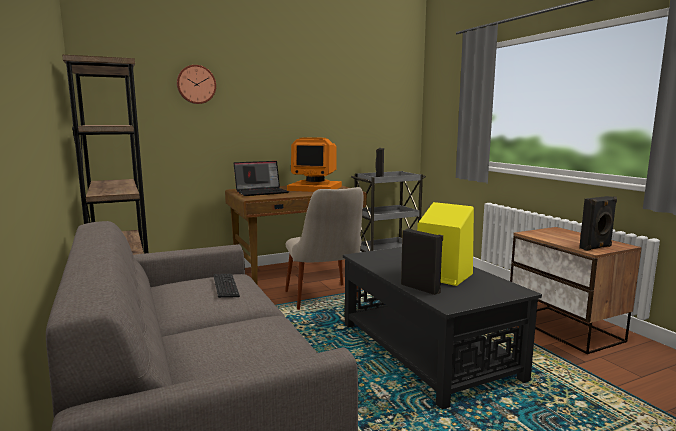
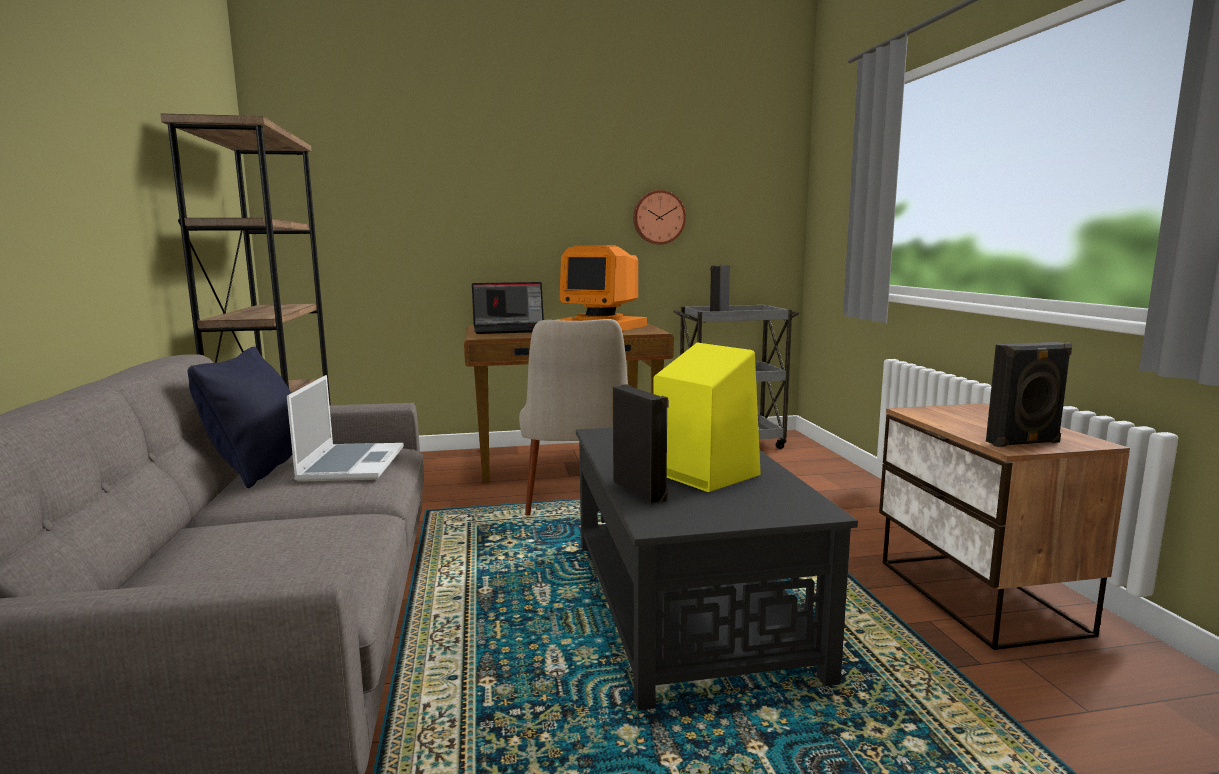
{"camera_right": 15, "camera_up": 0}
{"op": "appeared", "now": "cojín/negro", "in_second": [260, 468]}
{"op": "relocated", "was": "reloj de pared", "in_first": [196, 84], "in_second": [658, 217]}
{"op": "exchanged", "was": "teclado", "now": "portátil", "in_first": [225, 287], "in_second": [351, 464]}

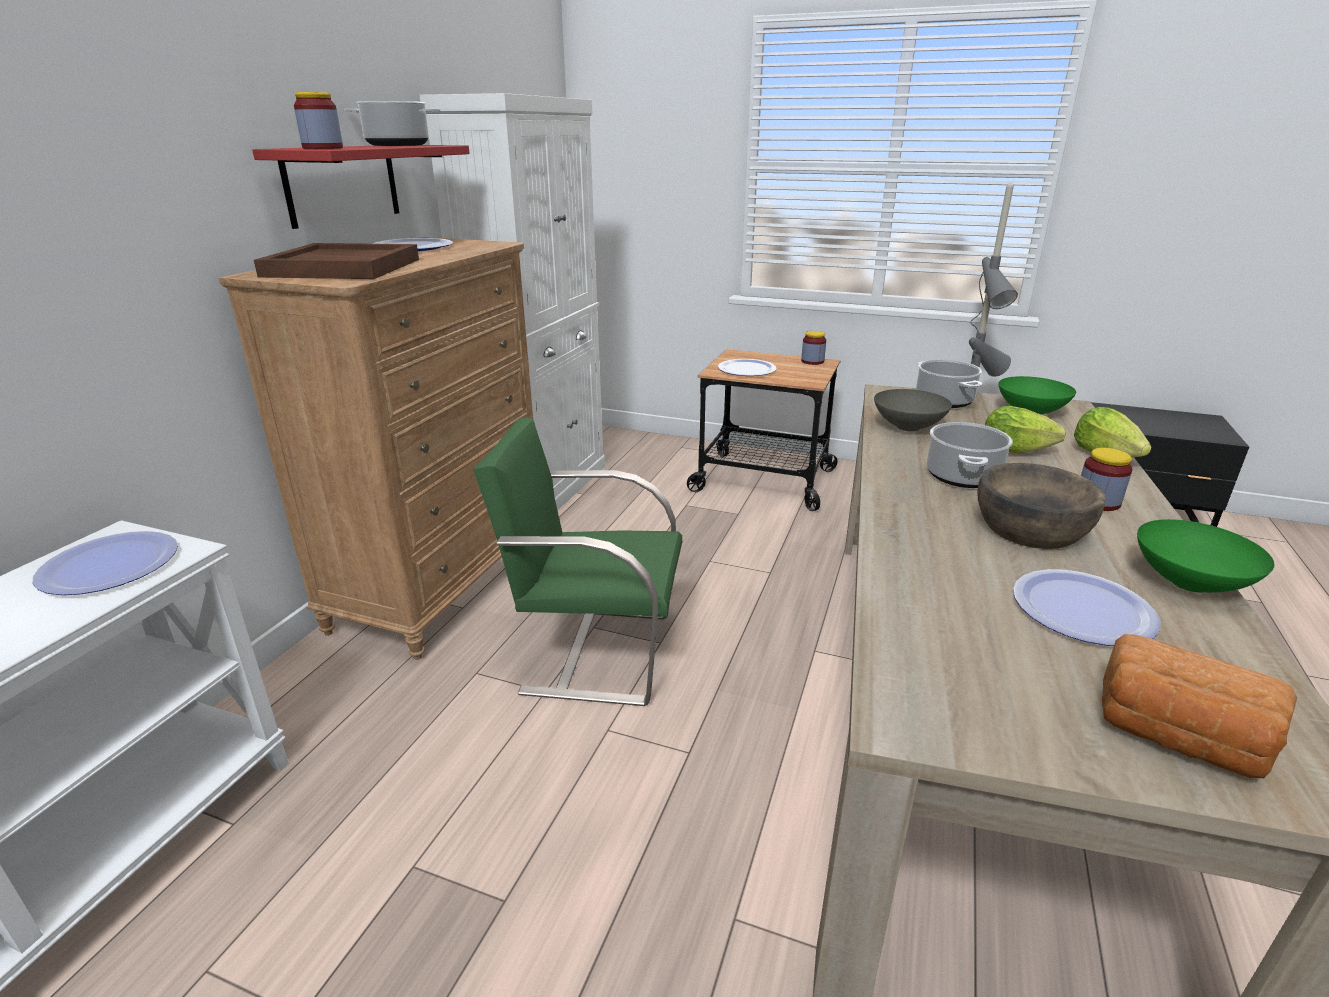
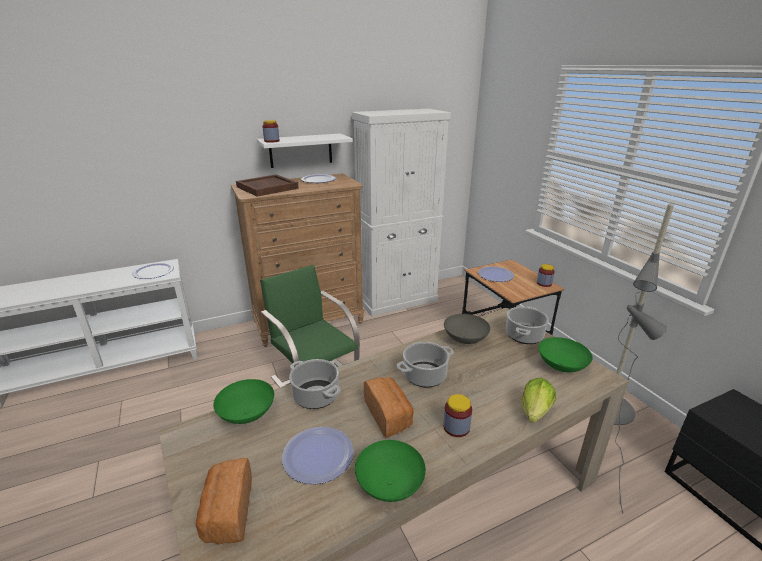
{"camera_right": 45, "camera_up": 0}
{"op": "missing", "was": "lechuga", "in_first": [1014, 450]}
{"op": "appeared", "now": "cuenco/verde", "in_second": [247, 415]}
{"op": "relocated", "was": "olla", "in_first": [398, 145], "in_second": [316, 396]}
{"op": "exchanged", "was": "cuenco/marrón", "now": "pan", "in_first": [1031, 529], "in_second": [389, 415]}
{"op": "colour", "was": "estante/rojo", "now": "estante/blanco", "in_first": [342, 184], "in_second": [301, 150]}

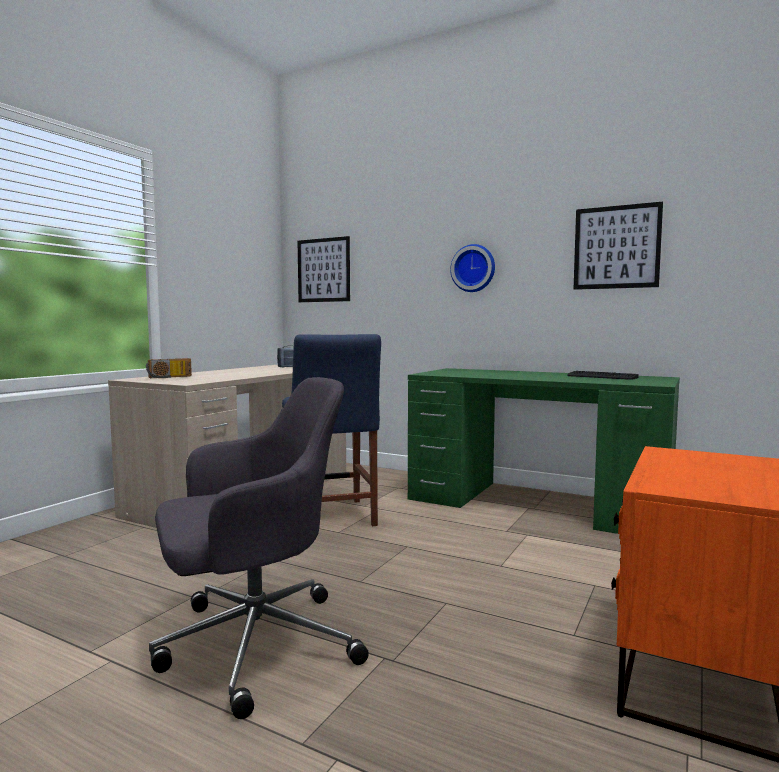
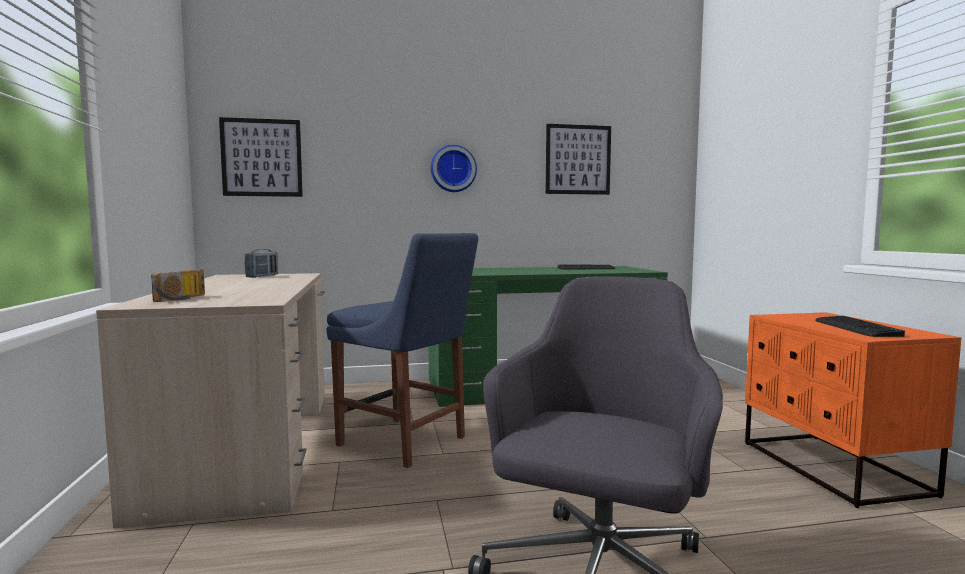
{"camera_right": -40, "camera_up": 0}
{"op": "appeared", "now": "teclado", "in_second": [855, 328]}

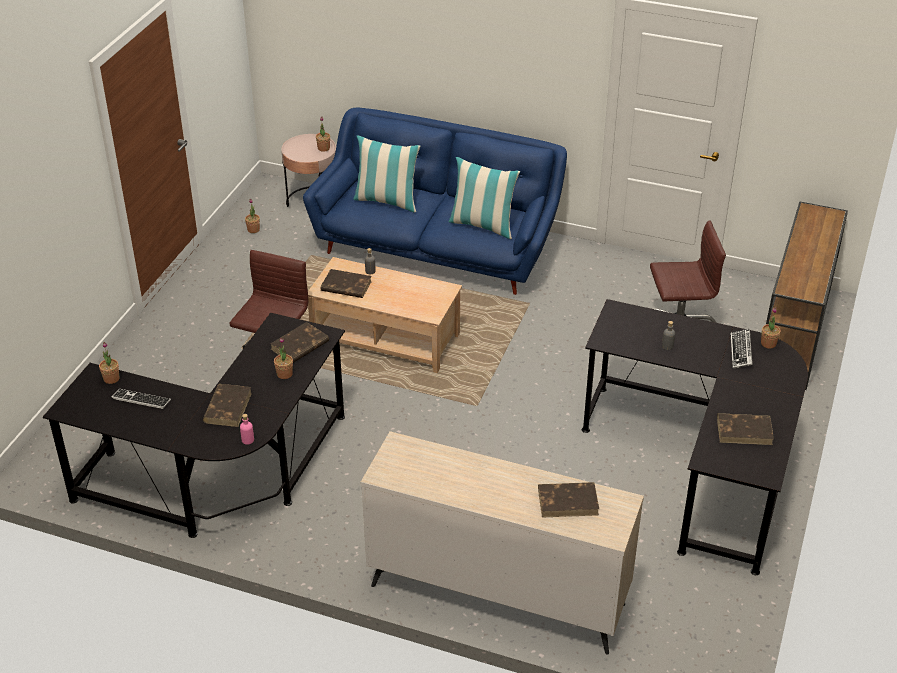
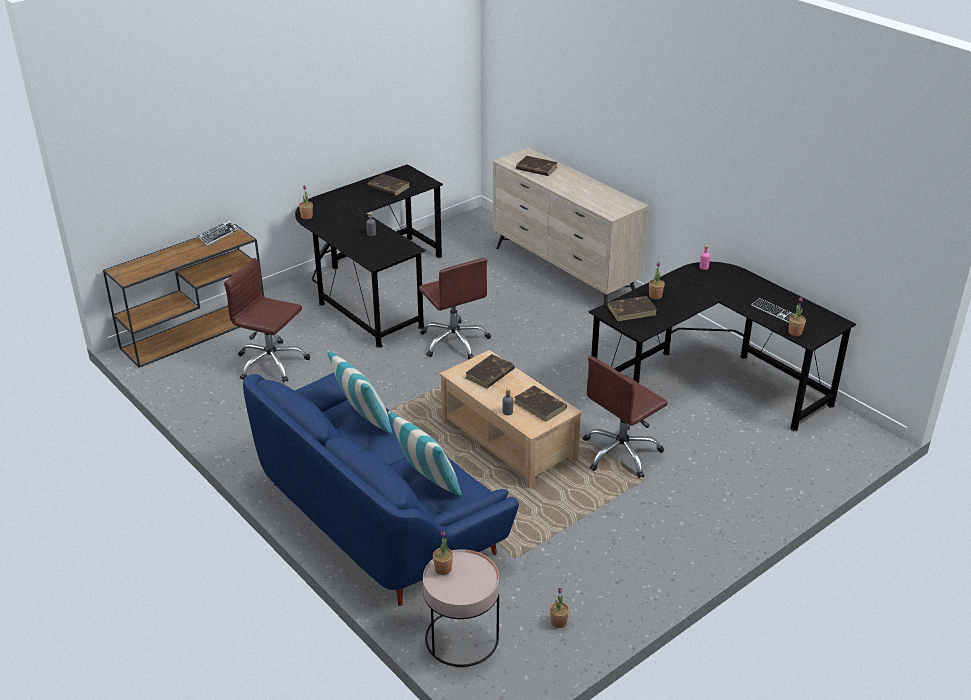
{"camera_right": -150, "camera_up": -5}
{"op": "appeared", "now": "silla de oficina/marrón", "in_second": [454, 341]}
{"op": "relocated", "was": "libro/marrón", "in_first": [228, 407], "in_second": [489, 374]}
{"op": "relocated", "was": "teclado", "in_first": [741, 351], "in_second": [218, 235]}

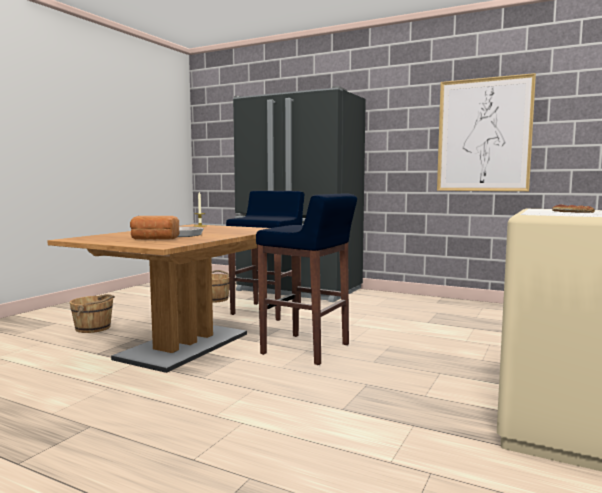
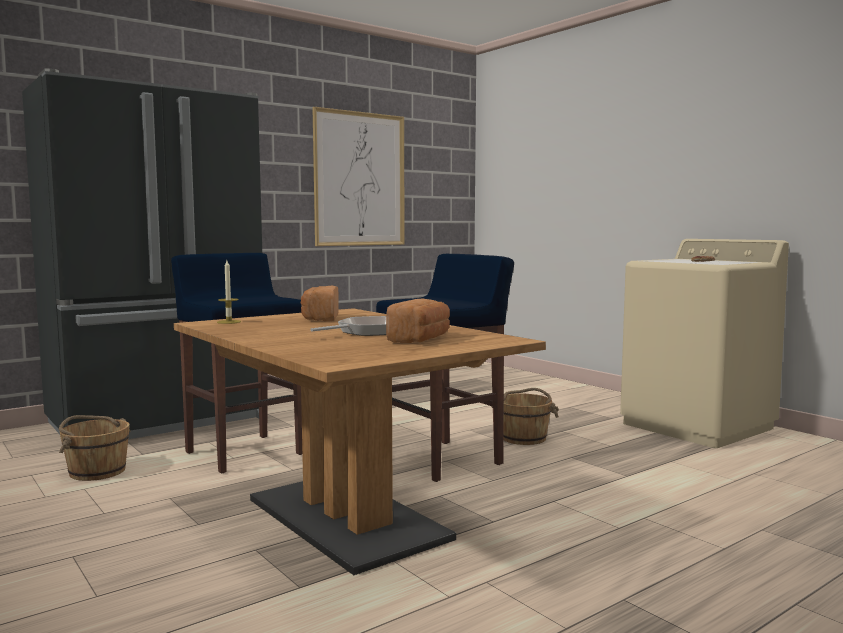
{"camera_right": -65, "camera_up": 0}
{"op": "appeared", "now": "pan", "in_second": [320, 318]}
{"op": "relocated", "was": "cubo/marrón", "in_first": [94, 328], "in_second": [524, 438]}

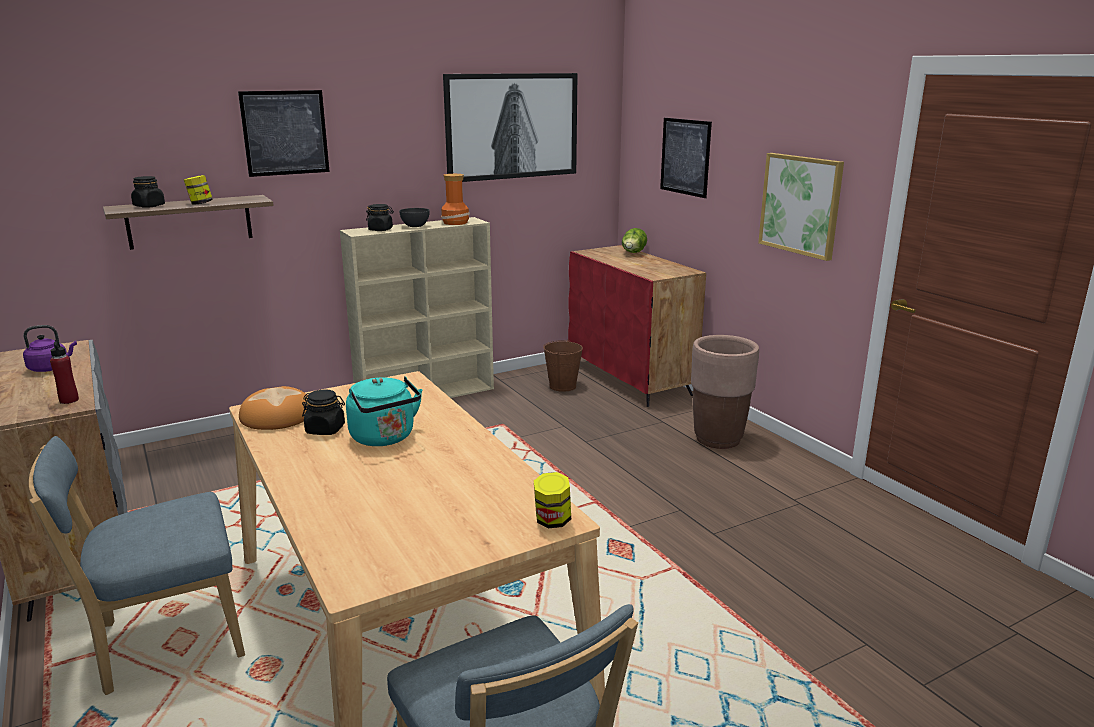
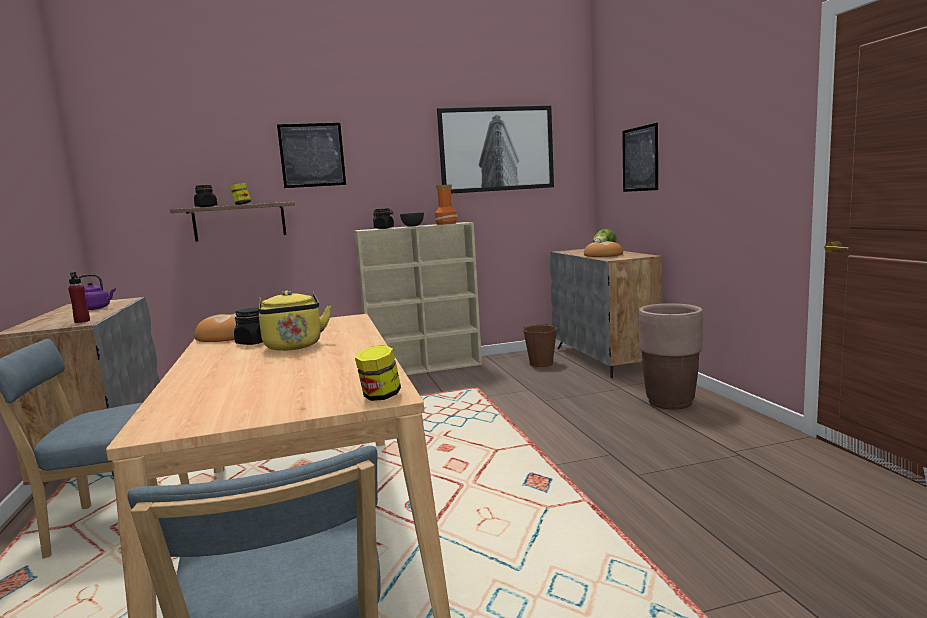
{"camera_right": 15, "camera_up": -10}
{"op": "missing", "was": "cuadro", "in_first": [800, 205]}
{"op": "appeared", "now": "pan", "in_second": [603, 255]}
{"op": "colour", "was": "hervidor/turquesa", "now": "hervidor/amarillo", "in_first": [385, 438], "in_second": [294, 347]}
{"op": "colour", "was": "armario/rojo", "now": "armario/gris", "in_first": [630, 378], "in_second": [604, 359]}

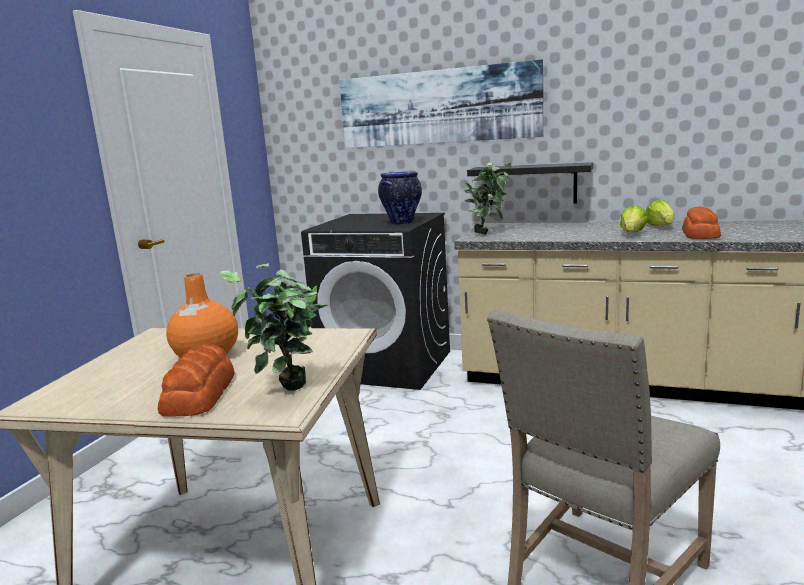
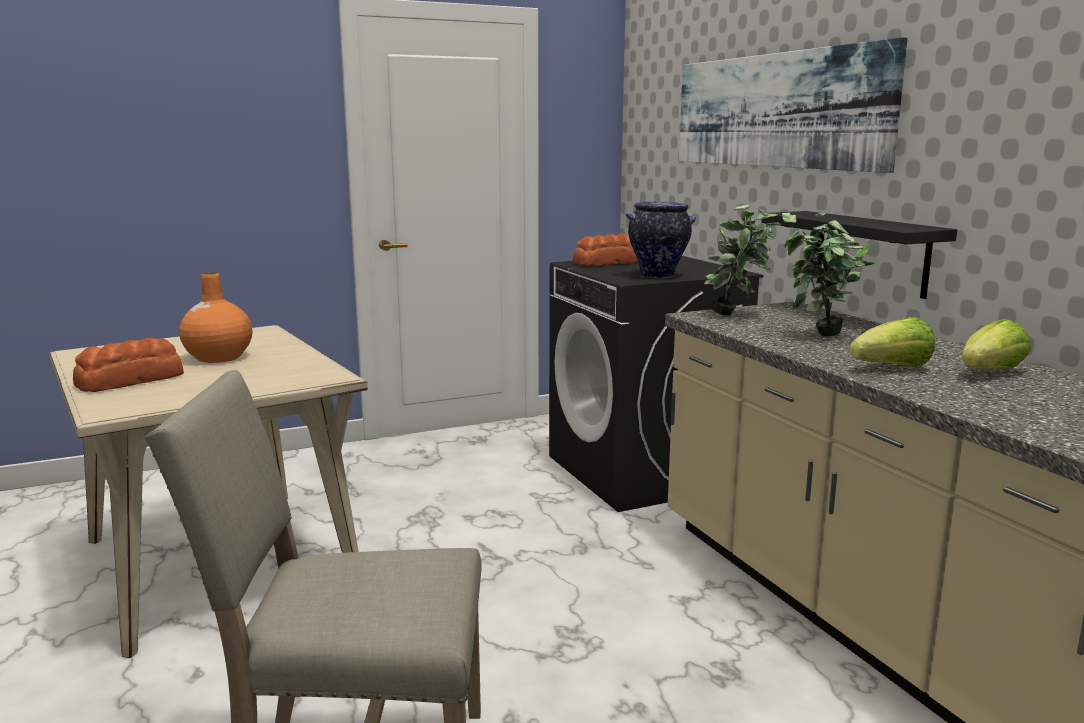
{"camera_right": 45, "camera_up": 0}
{"op": "relocated", "was": "planta en maceta", "in_first": [288, 394], "in_second": [818, 336]}
{"op": "relocated", "was": "pan", "in_first": [700, 233], "in_second": [608, 263]}

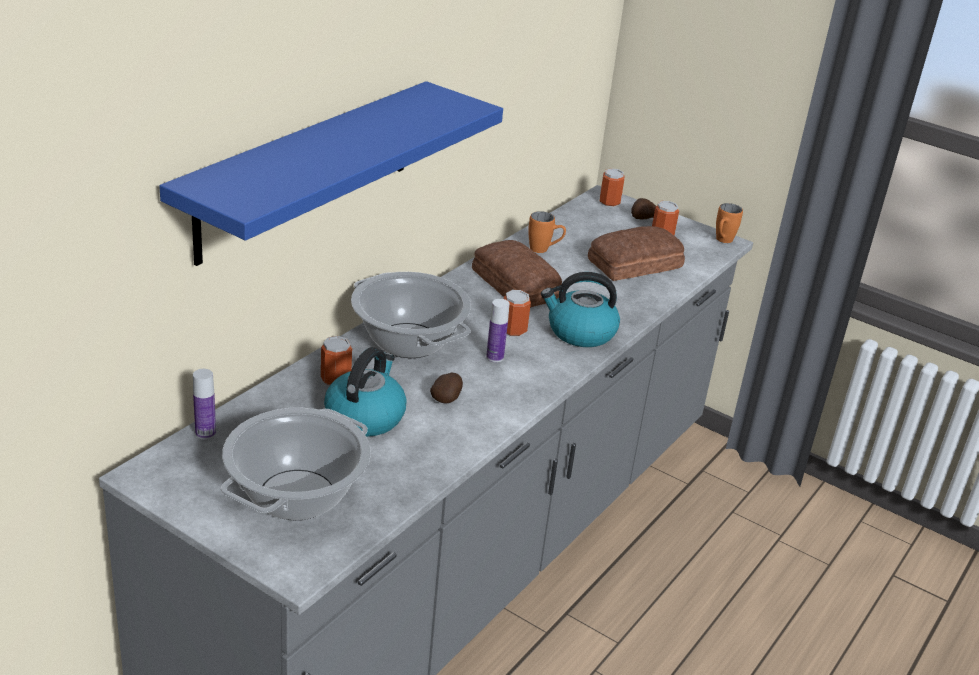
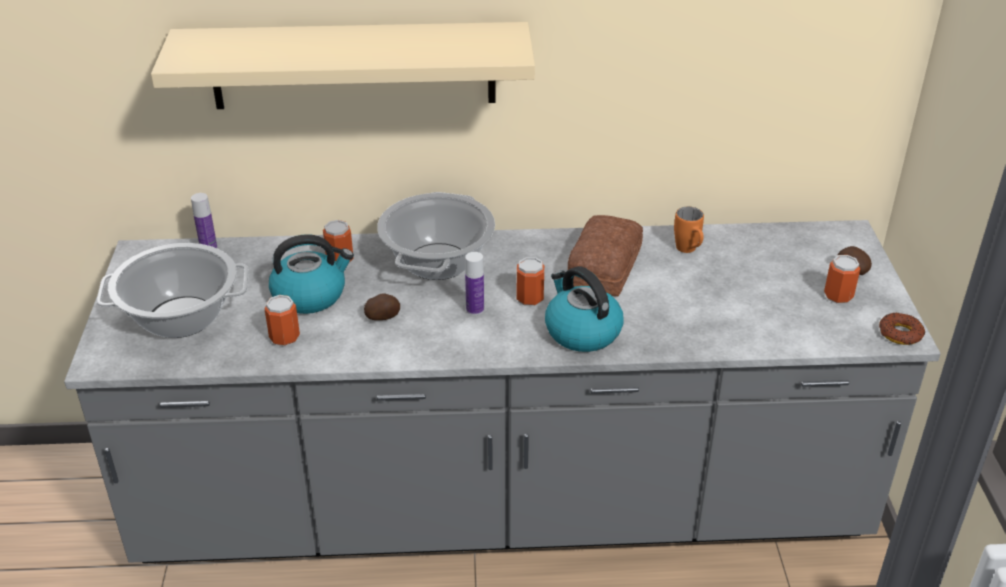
{"camera_right": 55, "camera_up": 5}
{"op": "missing", "was": "pan", "in_first": [637, 264]}
{"op": "relocated", "was": "lata", "in_first": [609, 202], "in_second": [284, 338]}
{"op": "exchanged", "was": "taza grande/naranja", "now": "rosquilla", "in_first": [722, 241], "in_second": [900, 334]}
{"op": "colour", "was": "estante/azul", "now": "estante/beis", "in_first": [307, 170], "in_second": [353, 65]}

